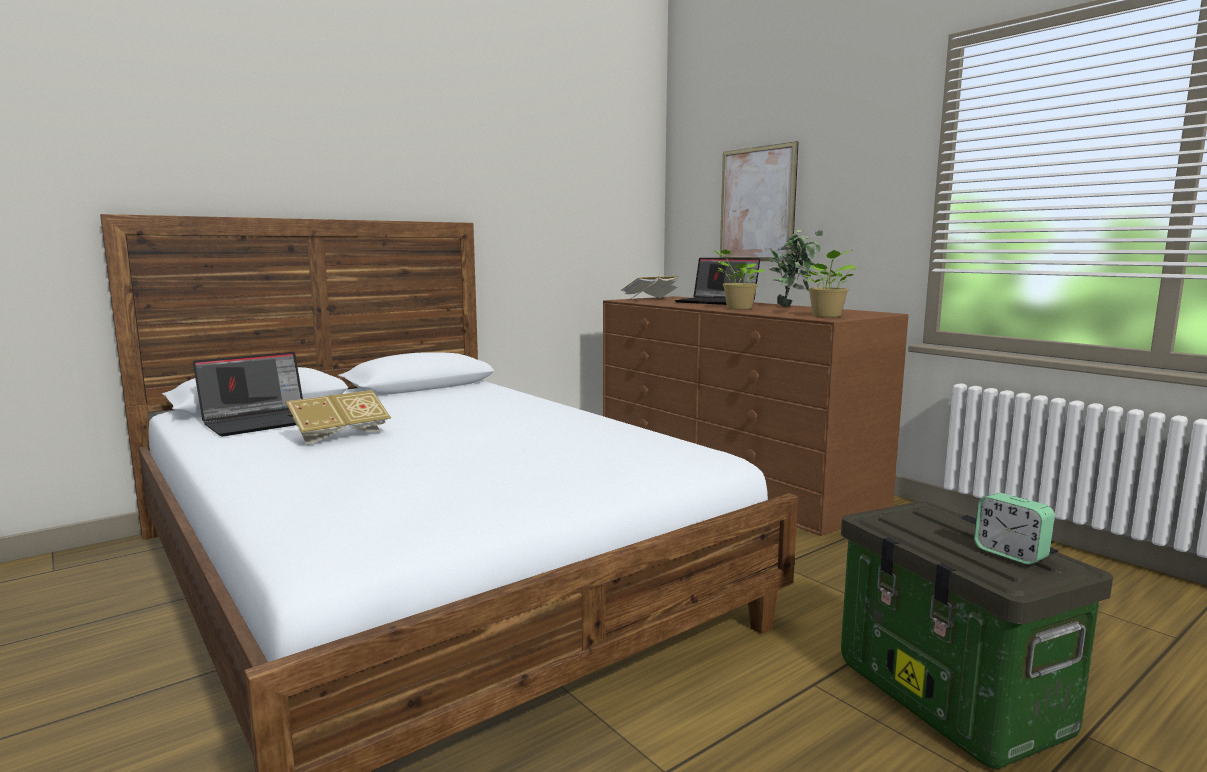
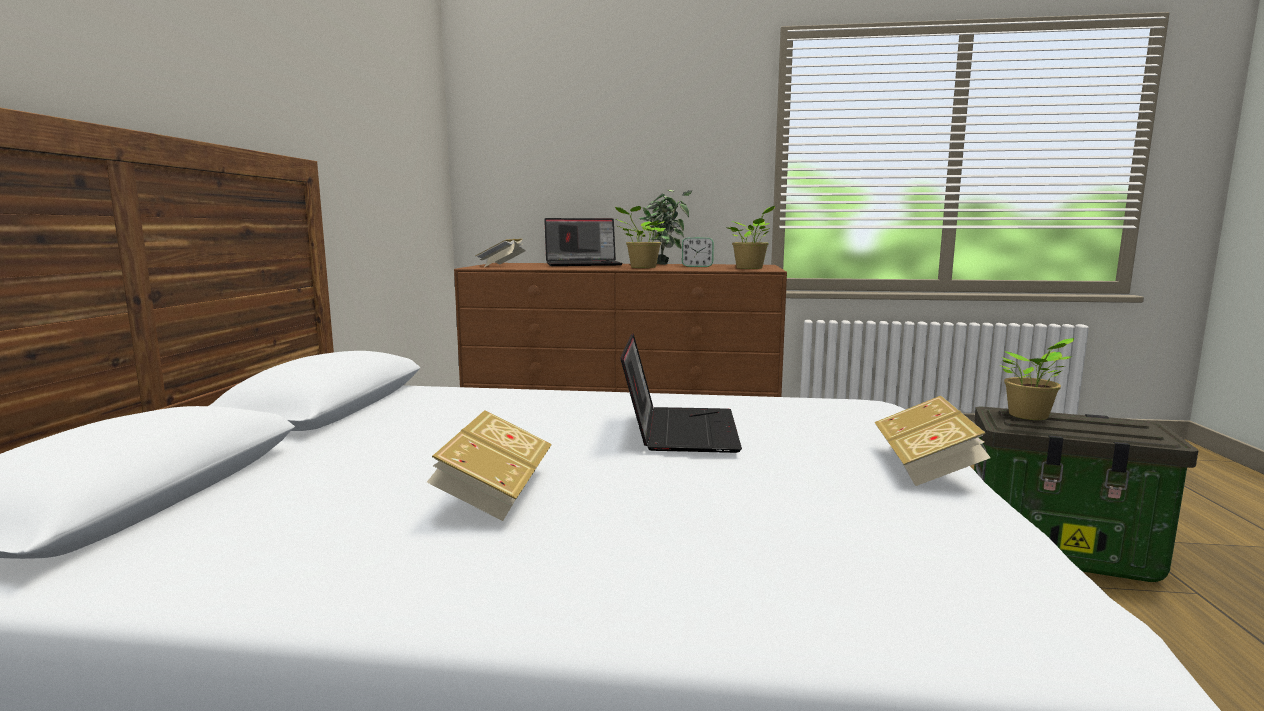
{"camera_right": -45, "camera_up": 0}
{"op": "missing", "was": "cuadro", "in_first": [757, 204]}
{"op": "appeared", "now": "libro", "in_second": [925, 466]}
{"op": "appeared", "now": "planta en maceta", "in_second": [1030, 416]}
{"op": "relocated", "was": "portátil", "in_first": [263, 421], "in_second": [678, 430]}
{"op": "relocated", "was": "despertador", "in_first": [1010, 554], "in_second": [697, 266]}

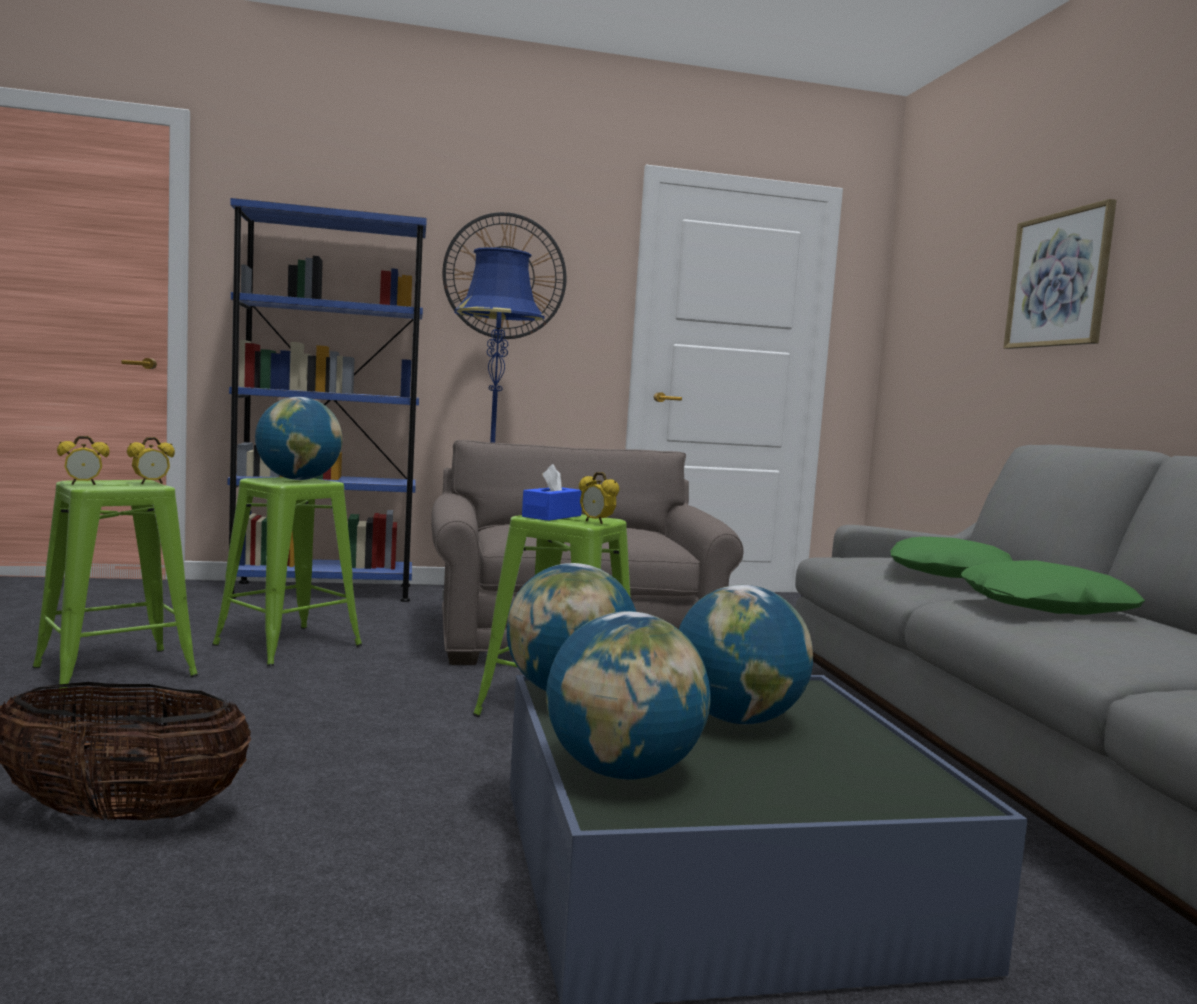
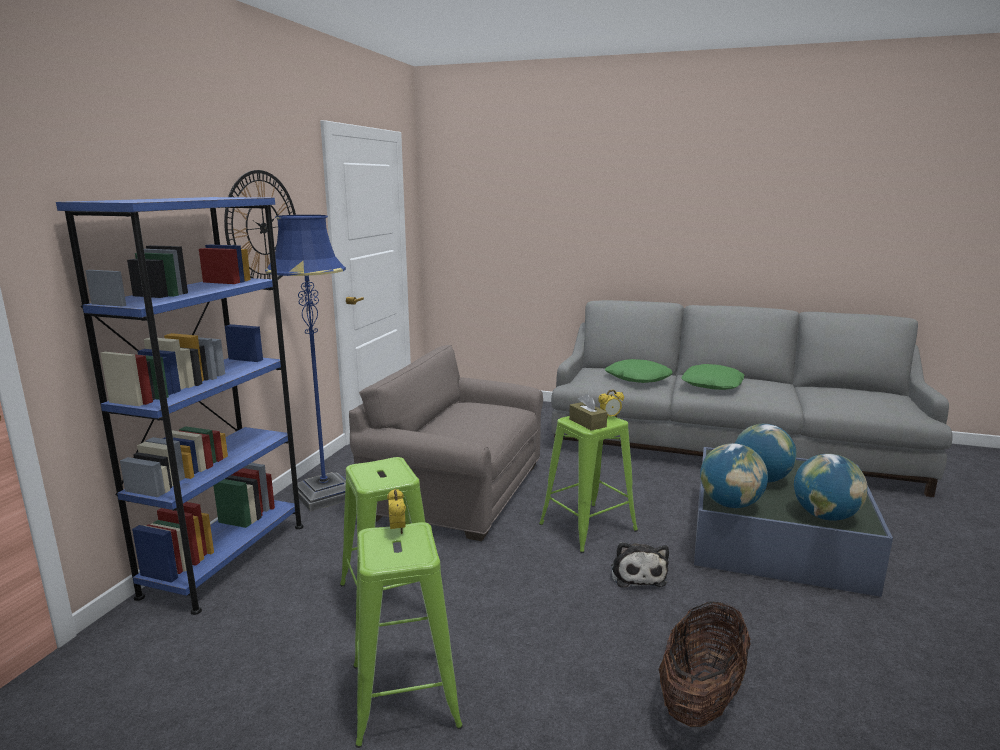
{"camera_right": -60, "camera_up": 10}
{"op": "missing", "was": "despertador", "in_first": [83, 484]}
{"op": "missing", "was": "globo terráqueo", "in_first": [298, 479]}
{"op": "missing", "was": "cuadro", "in_first": [1059, 280]}
{"op": "appeared", "now": "peluche", "in_second": [637, 574]}
{"op": "colour", "was": "caja de pañuelos/azul", "now": "caja de pañuelos/marrón", "in_first": [552, 516], "in_second": [587, 423]}

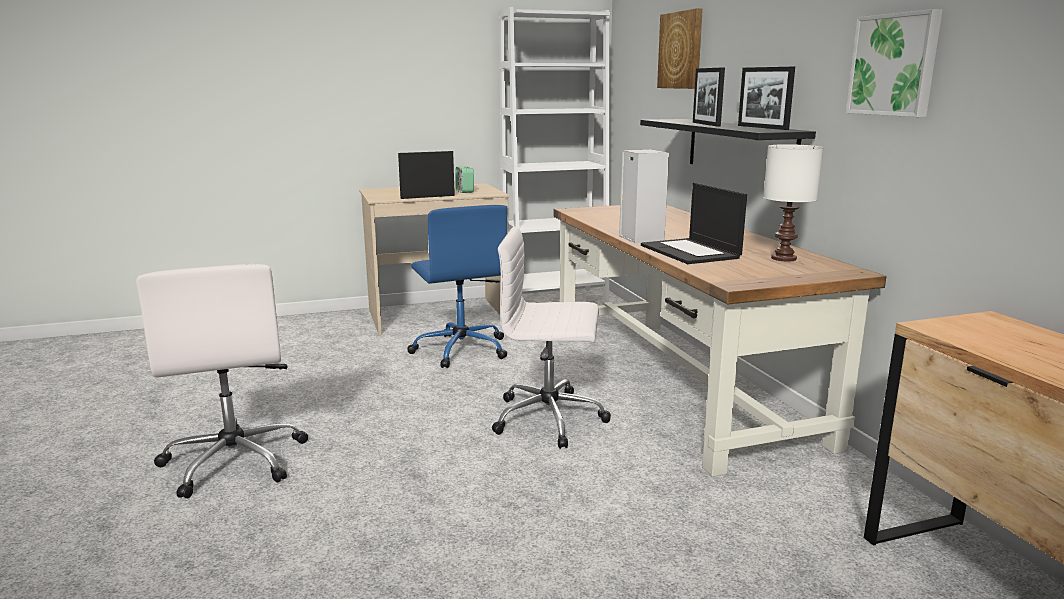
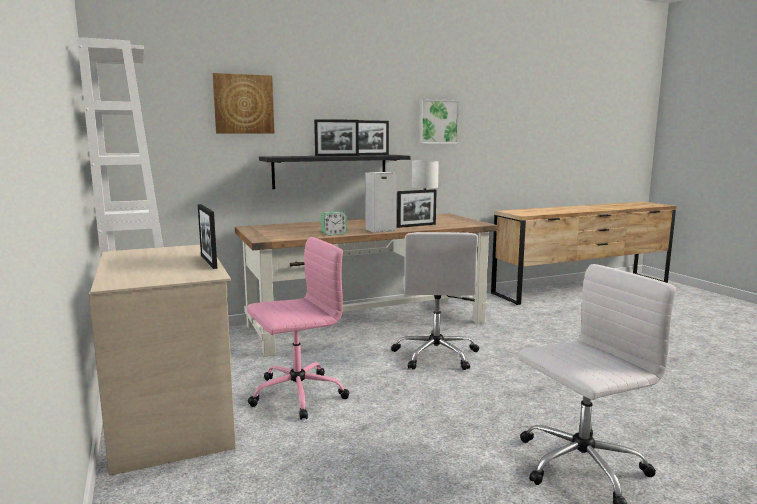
{"camera_right": -95, "camera_up": -5}
{"op": "relocated", "was": "despertador", "in_first": [465, 191], "in_second": [334, 234]}
{"op": "exchanged", "was": "portátil", "now": "portarretratos", "in_first": [691, 252], "in_second": [416, 225]}
{"op": "colour", "was": "silla de oficina/azul", "now": "silla de oficina/rosa", "in_first": [461, 349], "in_second": [296, 394]}

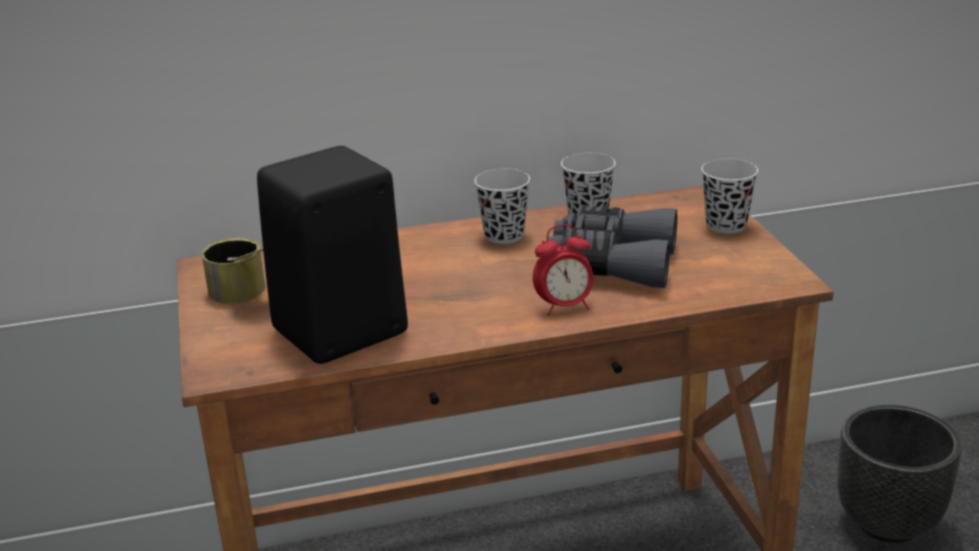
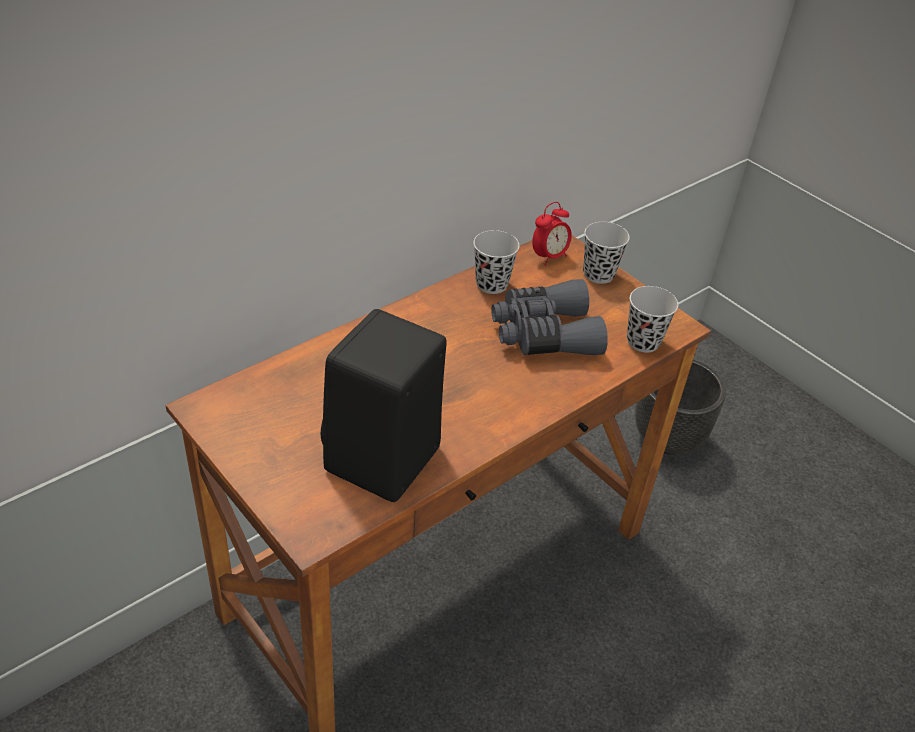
{"camera_right": -30, "camera_up": 15}
{"op": "missing", "was": "lata", "in_first": [246, 296]}
{"op": "relocated", "was": "taza/negro", "in_first": [504, 235], "in_second": [643, 341]}
{"op": "relocated", "was": "despertador", "in_first": [564, 307], "in_second": [549, 257]}

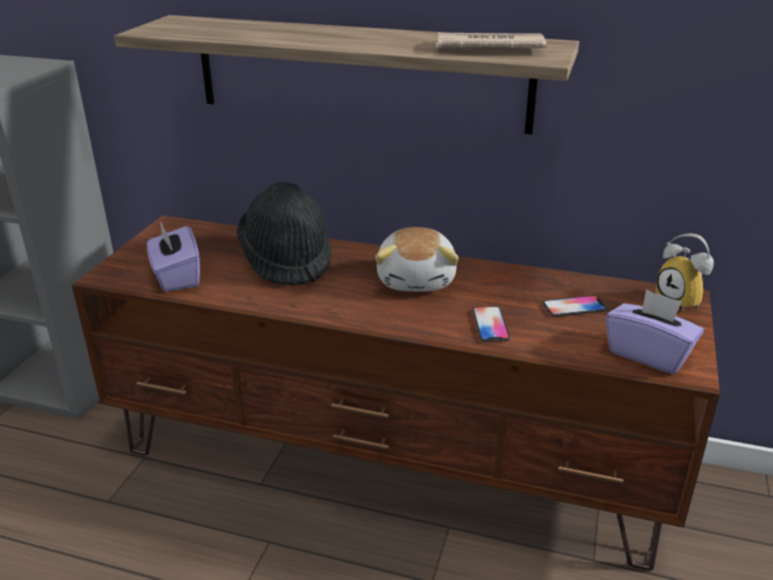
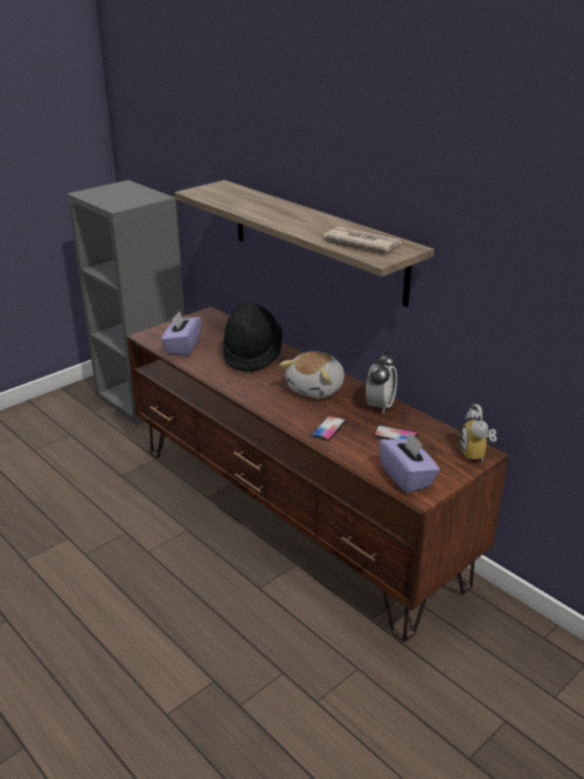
{"camera_right": 30, "camera_up": 0}
{"op": "appeared", "now": "despertador", "in_second": [380, 406]}

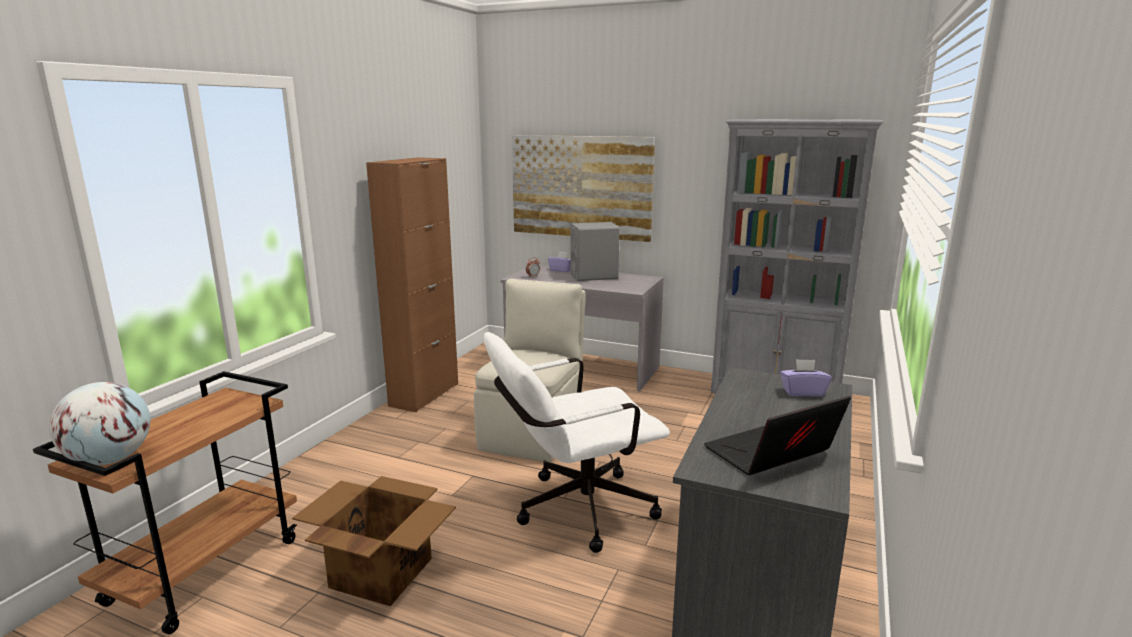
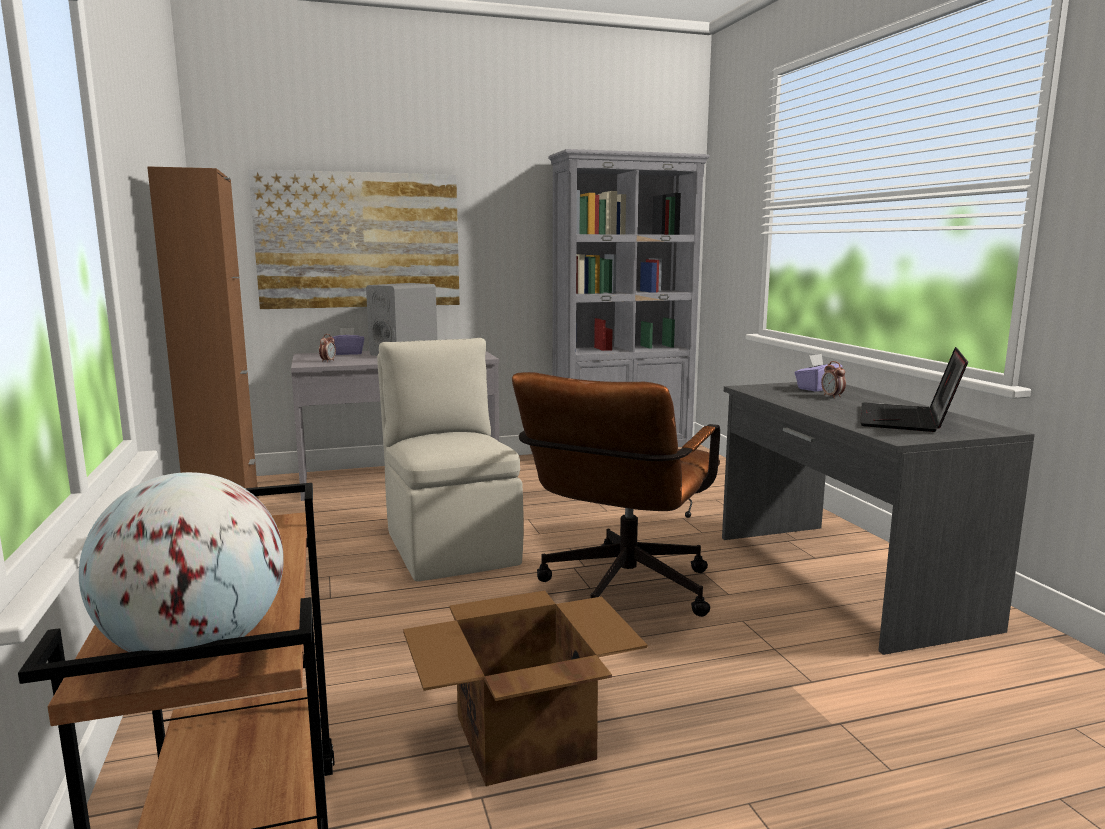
{"camera_right": -40, "camera_up": -5}
{"op": "appeared", "now": "despertador", "in_second": [832, 397]}
{"op": "colour", "was": "silla de oficina/blanco", "now": "silla de oficina/marrón", "in_first": [574, 510], "in_second": [620, 594]}

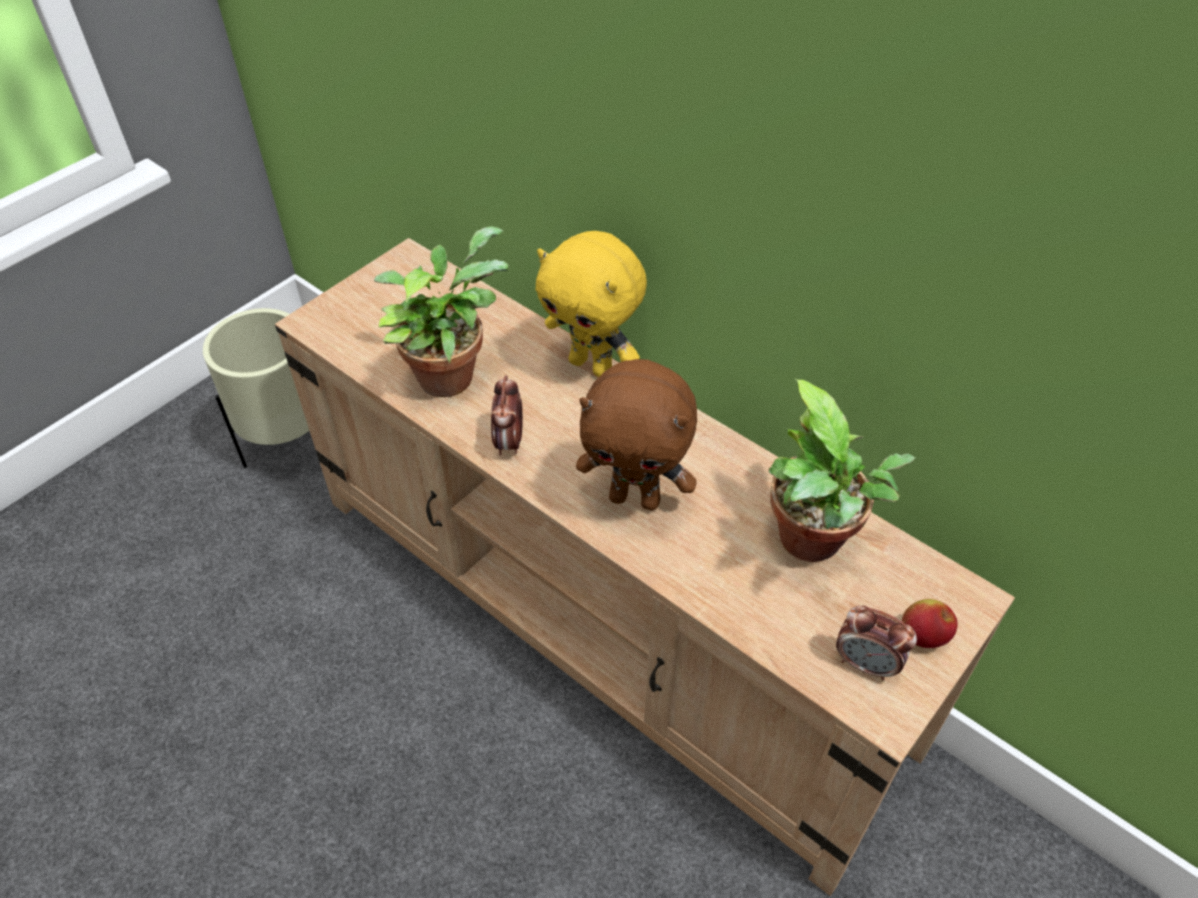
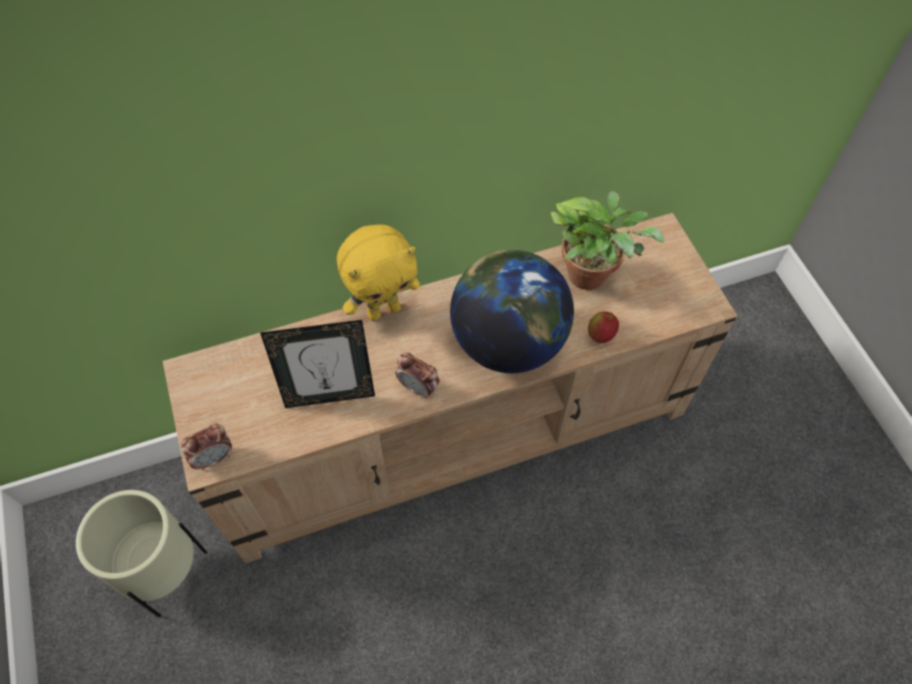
{"camera_right": -60, "camera_up": 10}
{"op": "relocated", "was": "despertador", "in_first": [866, 664], "in_second": [214, 458]}
{"op": "relocated", "was": "manzana", "in_first": [923, 636], "in_second": [601, 335]}
{"op": "exchanged", "was": "planta en maceta", "now": "portarretratos", "in_first": [449, 372], "in_second": [329, 395]}
{"op": "exchanged", "was": "peluche/marrón", "now": "globo terráqueo", "in_first": [636, 498], "in_second": [508, 342]}

